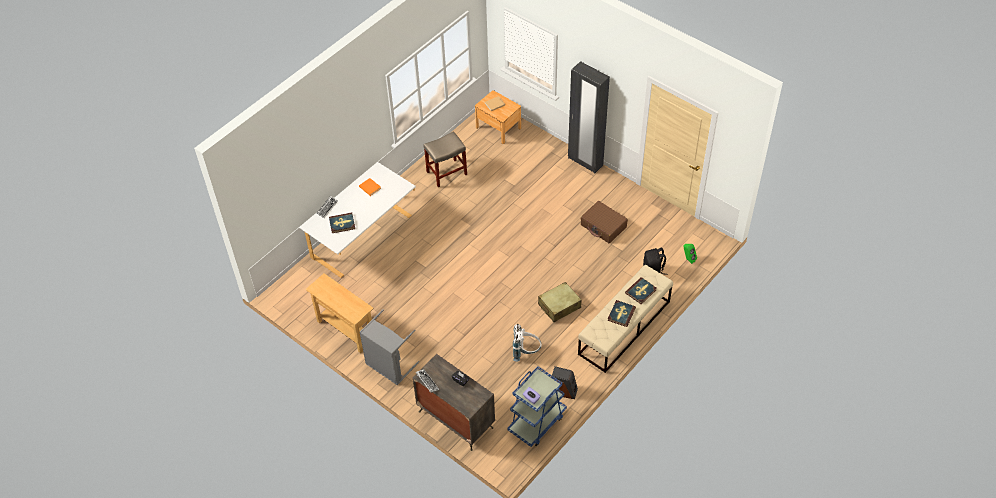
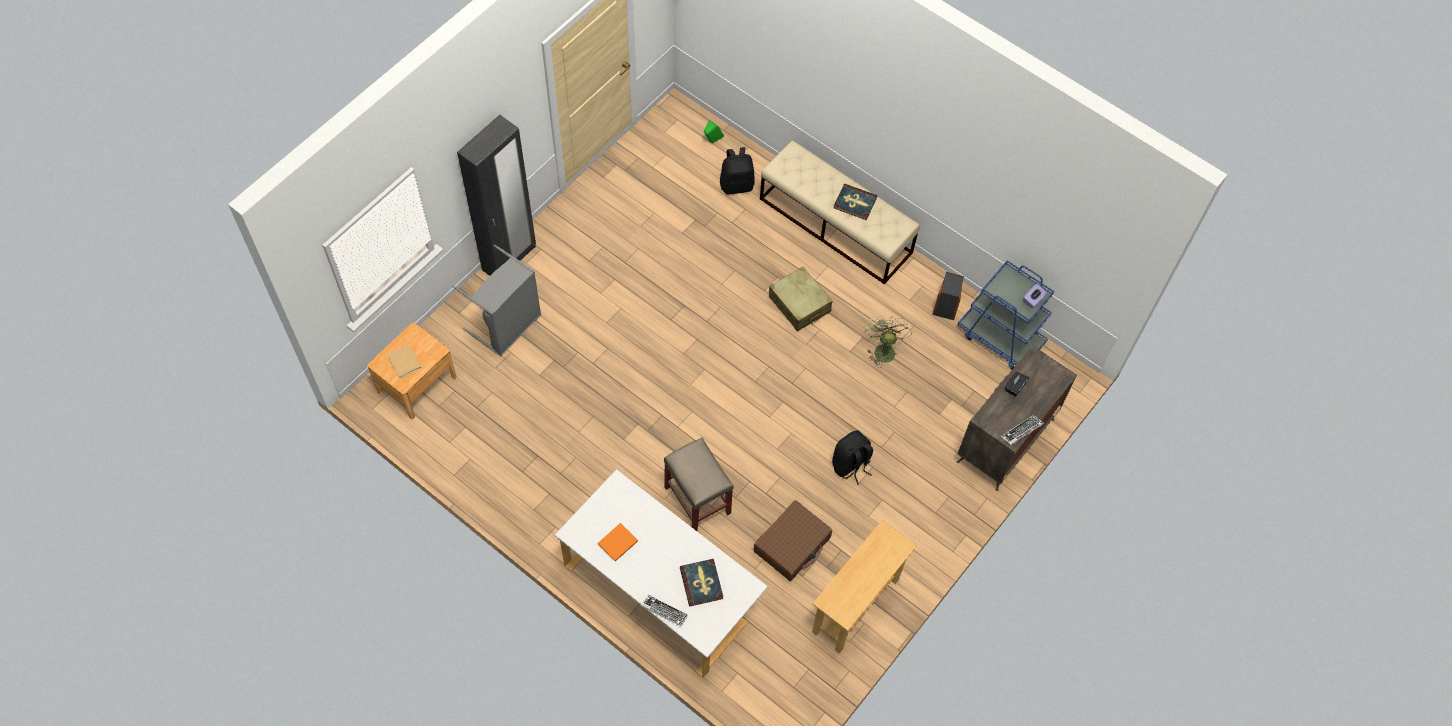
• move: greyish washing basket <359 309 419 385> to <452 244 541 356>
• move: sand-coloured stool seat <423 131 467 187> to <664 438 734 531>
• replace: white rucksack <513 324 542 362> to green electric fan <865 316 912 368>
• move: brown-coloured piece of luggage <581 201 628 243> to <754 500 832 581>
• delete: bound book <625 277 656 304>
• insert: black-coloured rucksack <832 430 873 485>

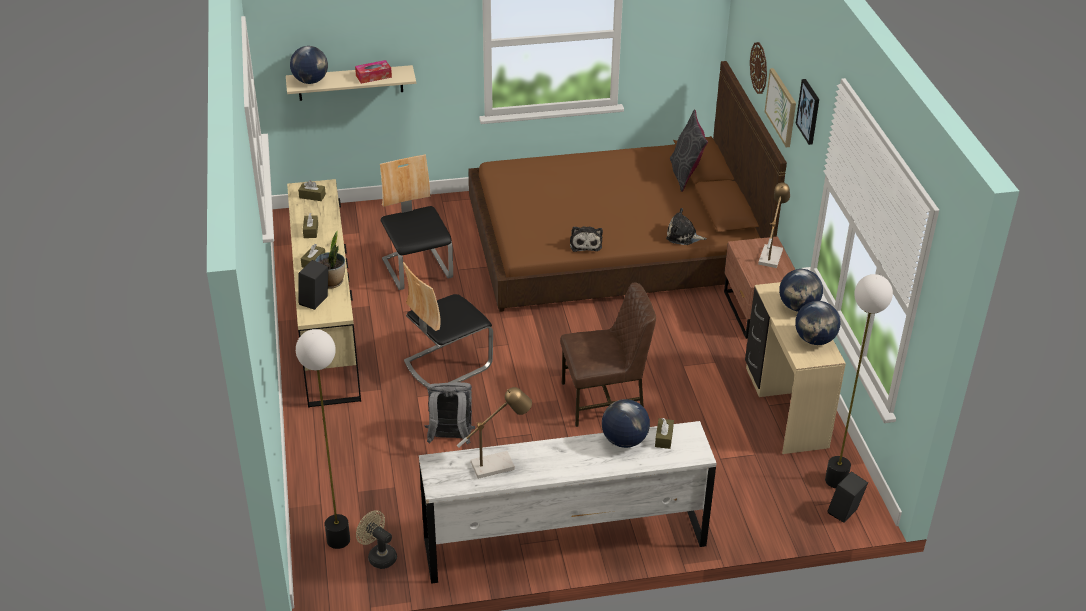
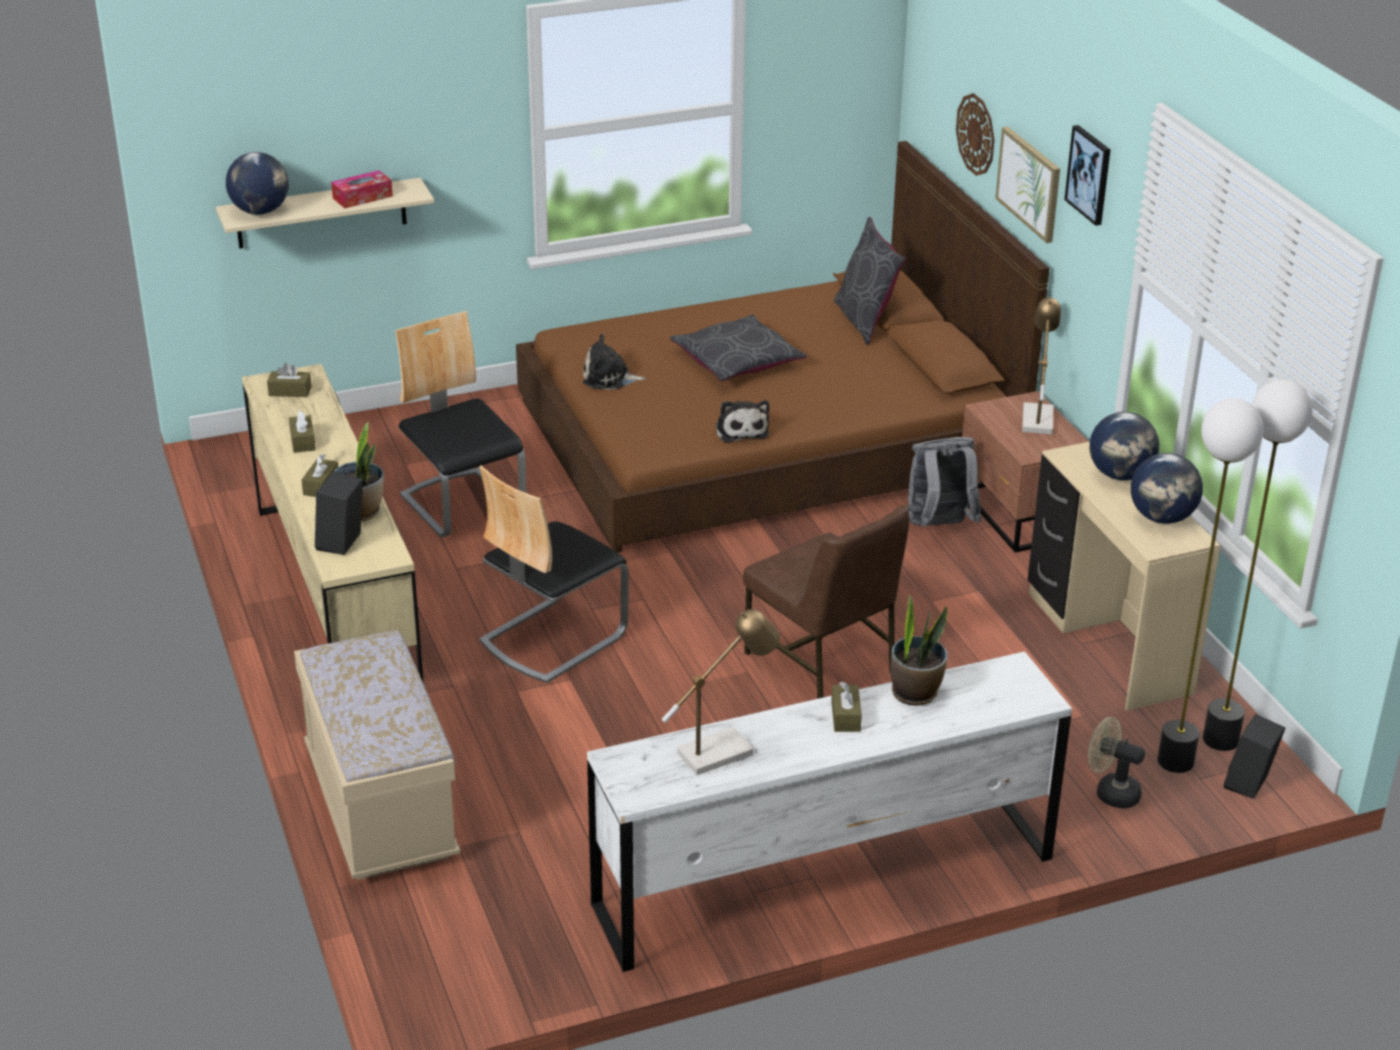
• move: standard lamp <296 329 350 549> to <1157 398 1264 773>
• move: sand-coloured electric fan <356 510 397 569> to <1088 717 1145 809>
• move: greyish rucksack <425 382 475 444> to <908 437 982 527>
• rotate: brown-coloured chair <560 282 656 427> = <743 505 910 699> 75 degrees clockwise
• replace: desk globe <602 399 650 448> to houseplant <891 595 948 706>
• move: brown-coloured tissue box <655 418 674 449> to <831 682 862 732>
• move: cuddly toy <666 208 707 245> to <583 334 646 389>
• insert: sand-coloured indoor bench <294 630 460 880>
• insert: greyish pillow <670 314 807 382>

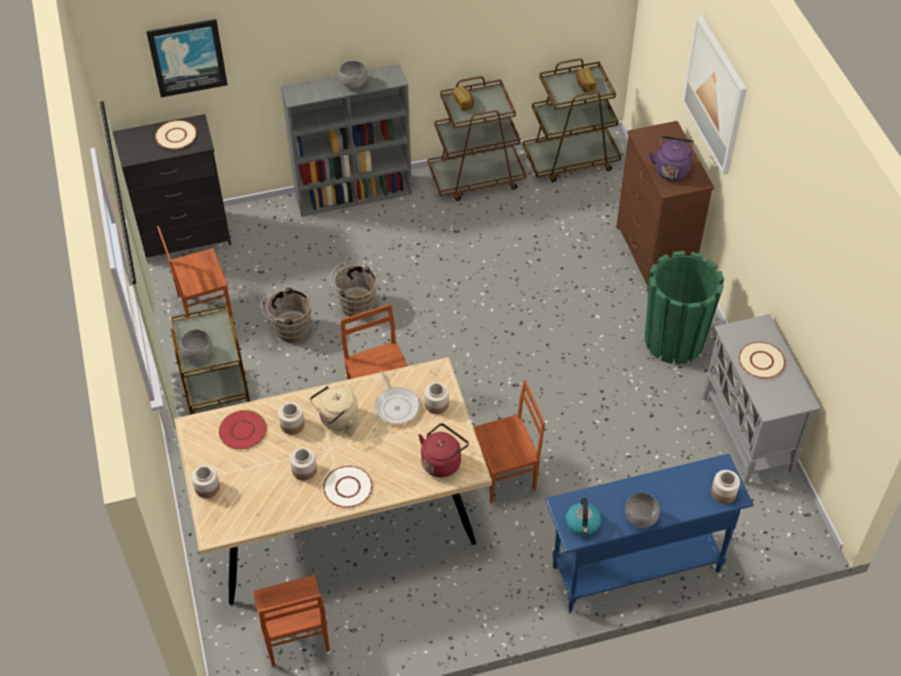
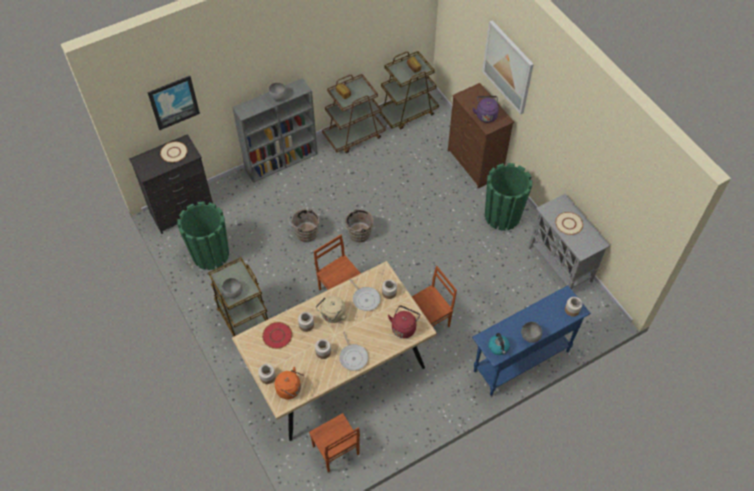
• replace: brown-coloured chair <157 226 233 317> to green flower pot <177 201 229 270>
• move: brown-coloured water bucket <261 286 312 343> to <342 209 374 243>
• replace: white dinner plate <323 466 373 508> to pan <339 332 368 370>
• insert: orange water kettle <275 367 304 399>

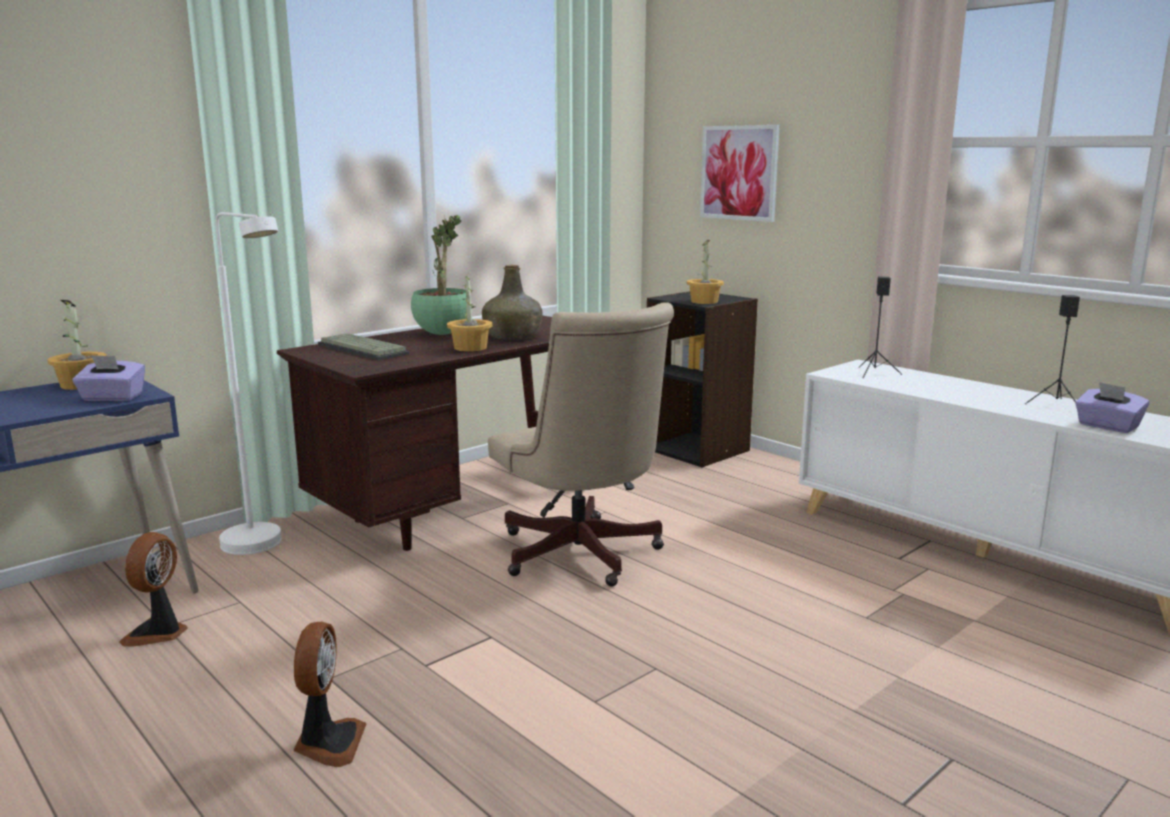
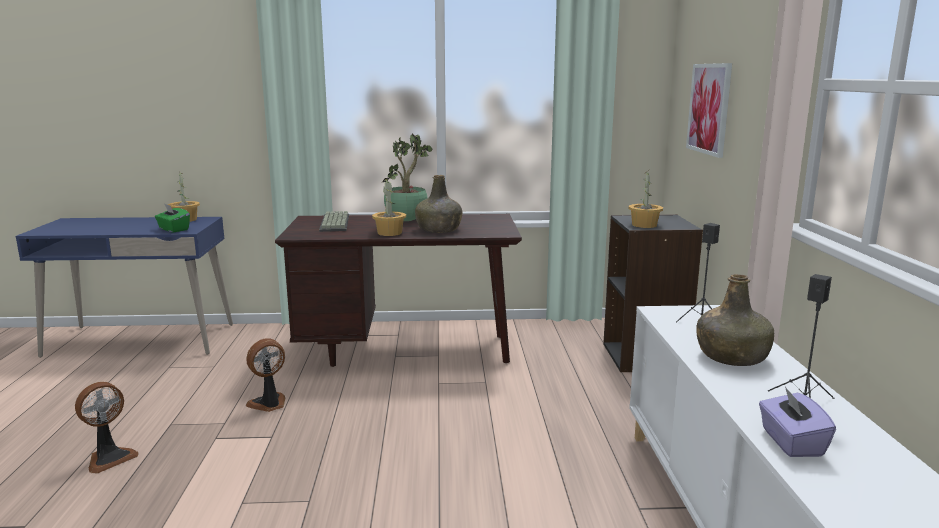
• recolor: purple-coloured tissue box <72 355 145 401> to green tissue box <155 204 190 233>
• move: electric fan <119 532 188 647> to <246 338 285 412>
• delete: white standard lamp <216 212 282 555>
• delete: sand-coloured desk chair <488 302 674 587>
• insert: green beverage bottle <696 274 774 366>

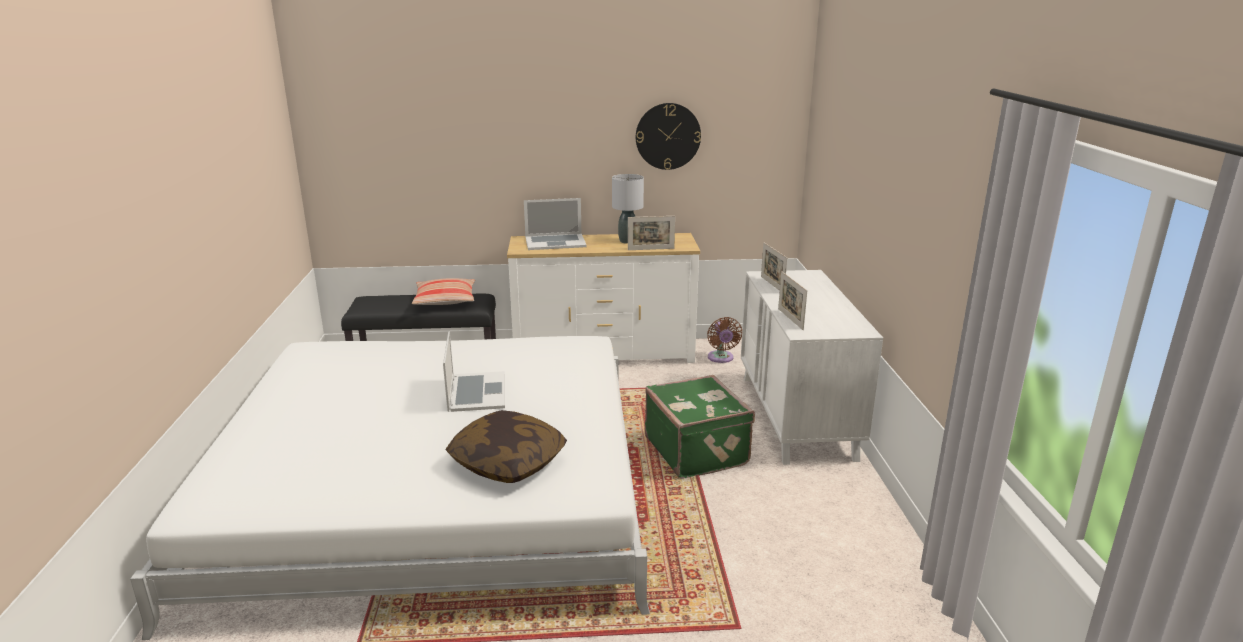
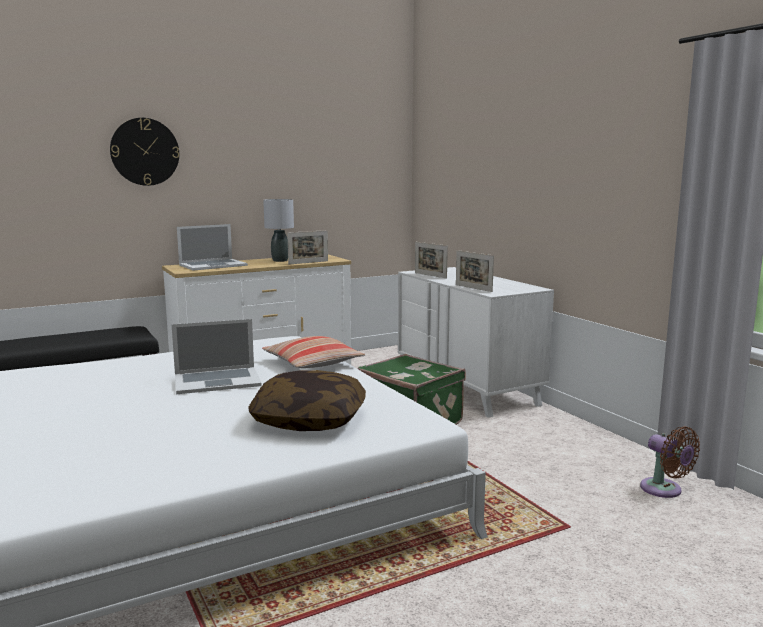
• move: pillow <412 278 475 305> to <262 336 365 368>
• rotate: laptop <443 331 505 412> = <171 319 262 394> 105 degrees clockwise
• move: clock on the wall <636 103 701 170> to <110 118 179 186>
• move: brown-coloured electric fan <707 317 742 363> to <640 426 700 498>

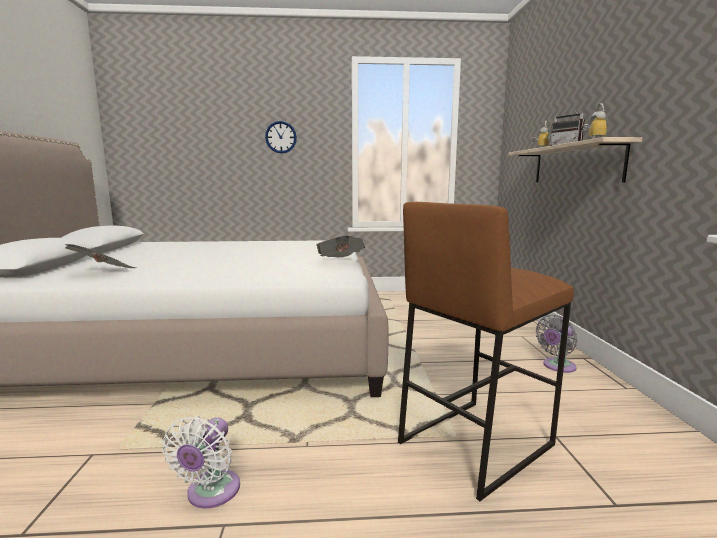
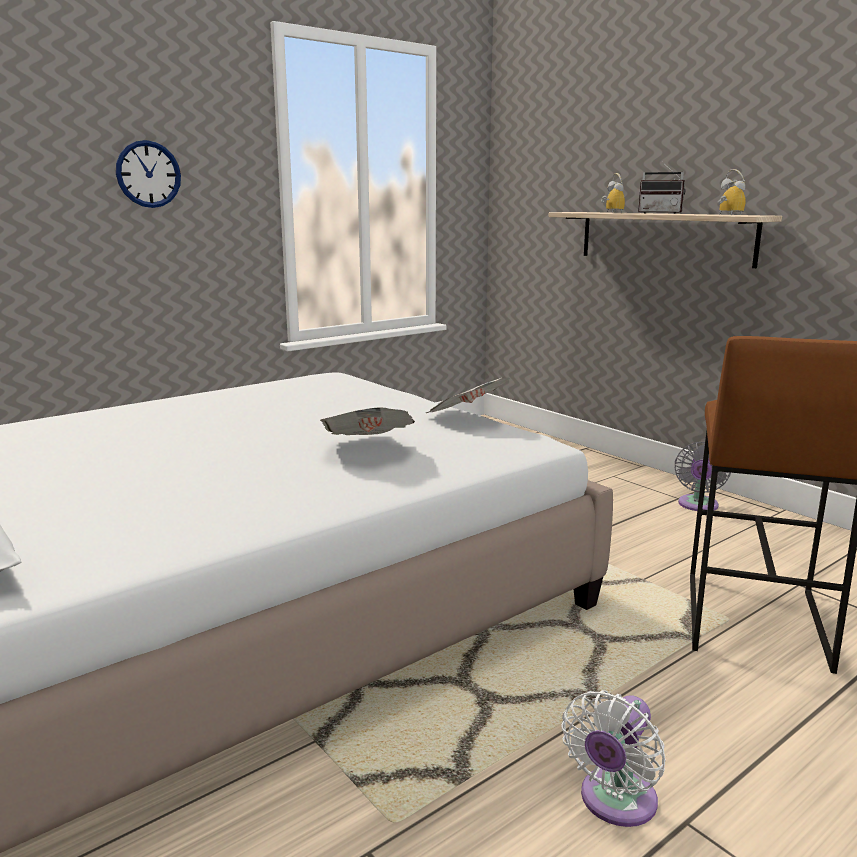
• move: newspaper <65 244 136 268> to <320 407 415 435>
• rotate: white electric fan <162 416 240 508> = <561 690 665 827> 60 degrees clockwise

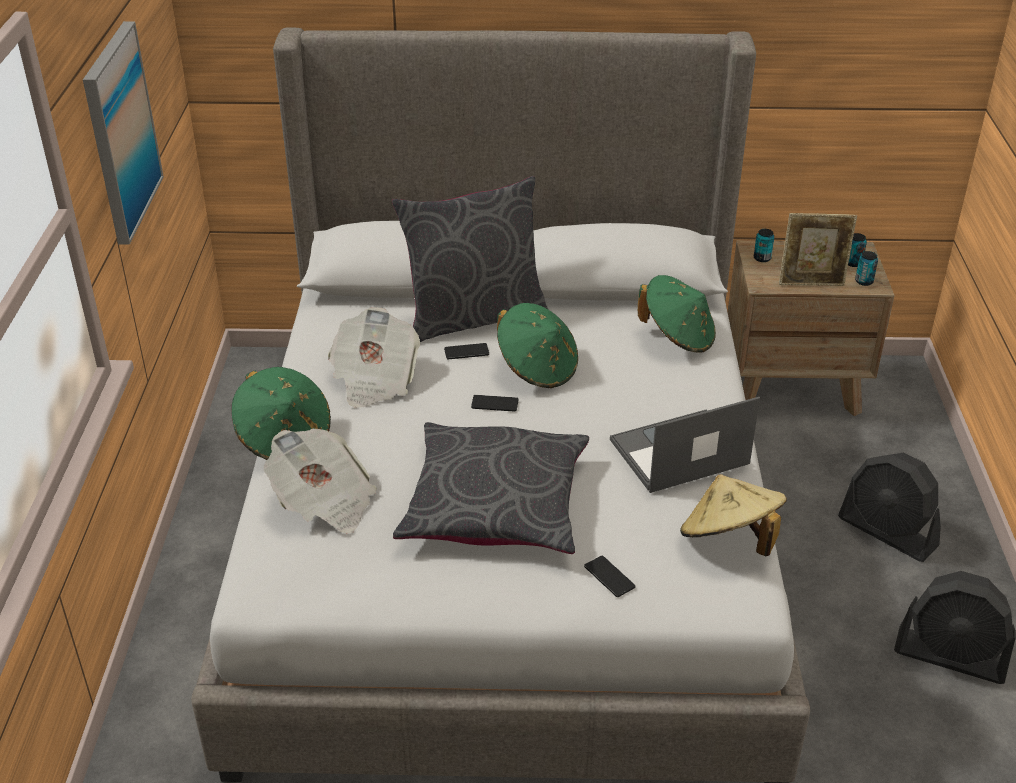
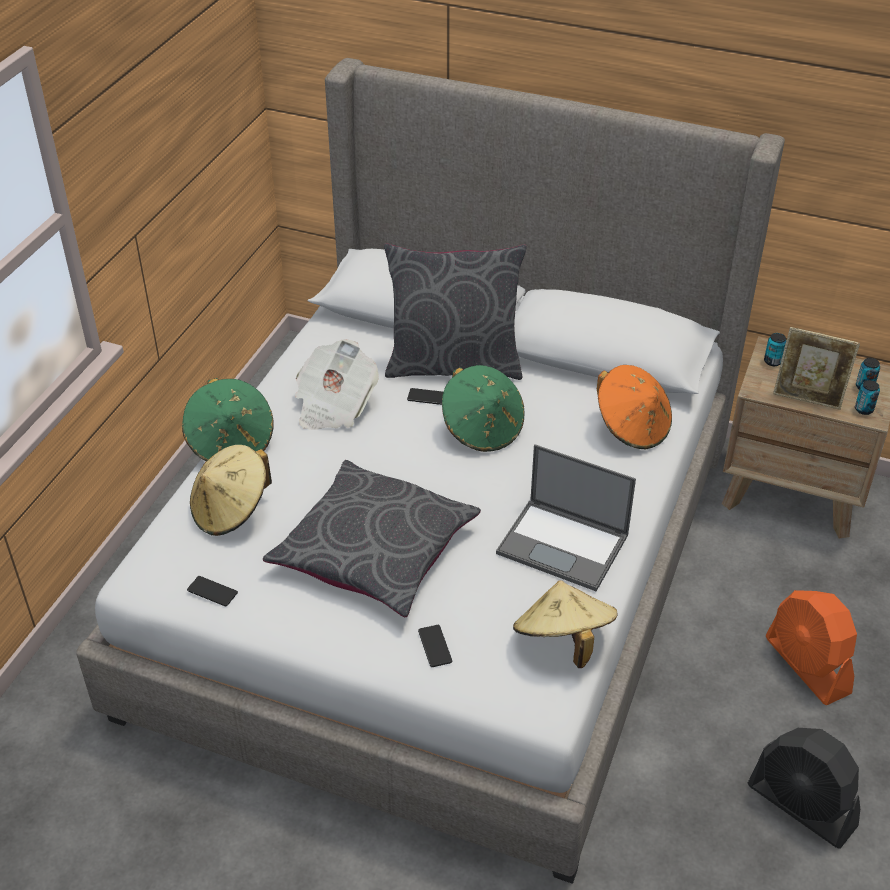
• delete: wall art <83 21 164 245>
• replace: newspaper <264 429 377 533> to sand-coloured wearable hat <190 445 272 536>
• move: telephone <471 395 519 412> to <187 576 238 606>
• rotate: laptop <610 397 760 493> = <496 444 636 591> 150 degrees counterclockwise
• recolor: green wearable hat <638 275 716 353> to orange wearable hat <597 365 672 449>
• recolor: black-coloured electric fan <838 453 941 562> to orange electric fan <766 590 857 705>

